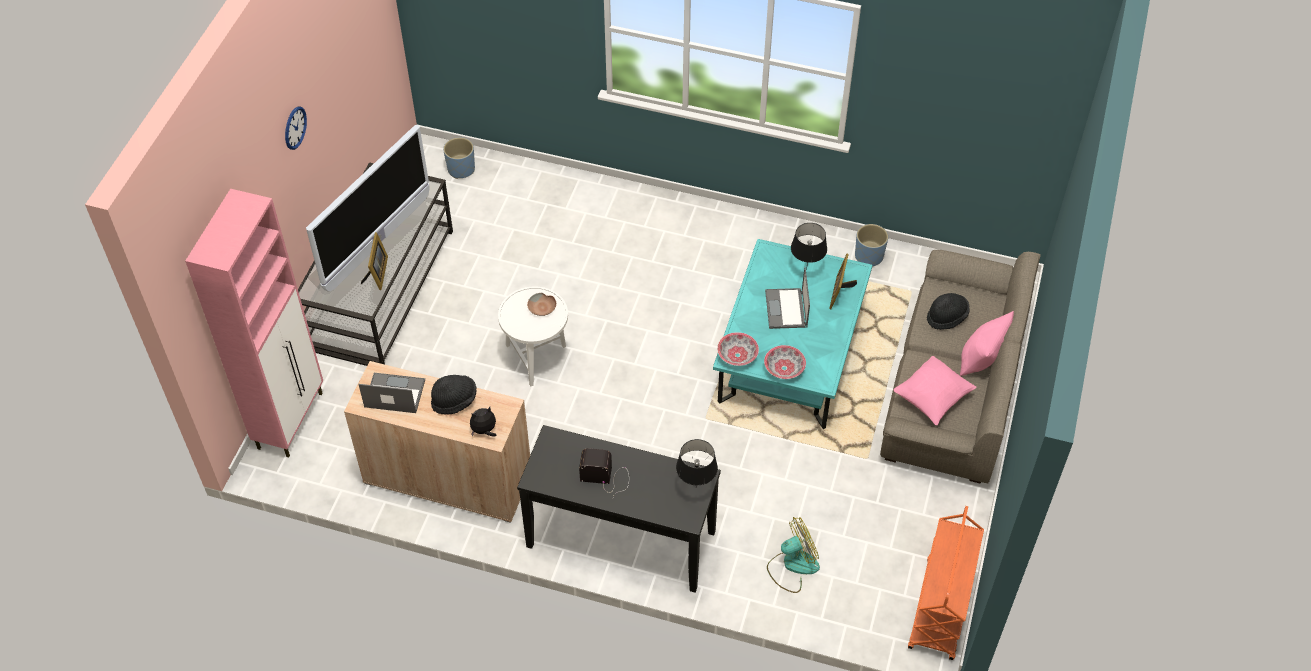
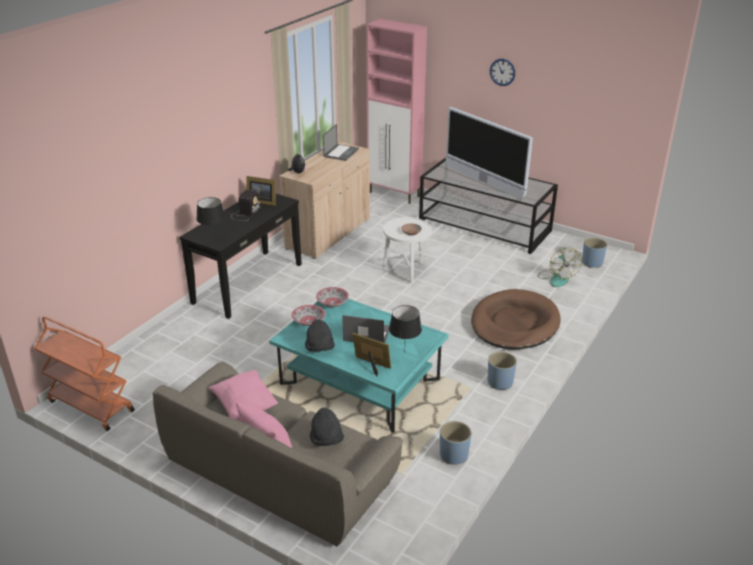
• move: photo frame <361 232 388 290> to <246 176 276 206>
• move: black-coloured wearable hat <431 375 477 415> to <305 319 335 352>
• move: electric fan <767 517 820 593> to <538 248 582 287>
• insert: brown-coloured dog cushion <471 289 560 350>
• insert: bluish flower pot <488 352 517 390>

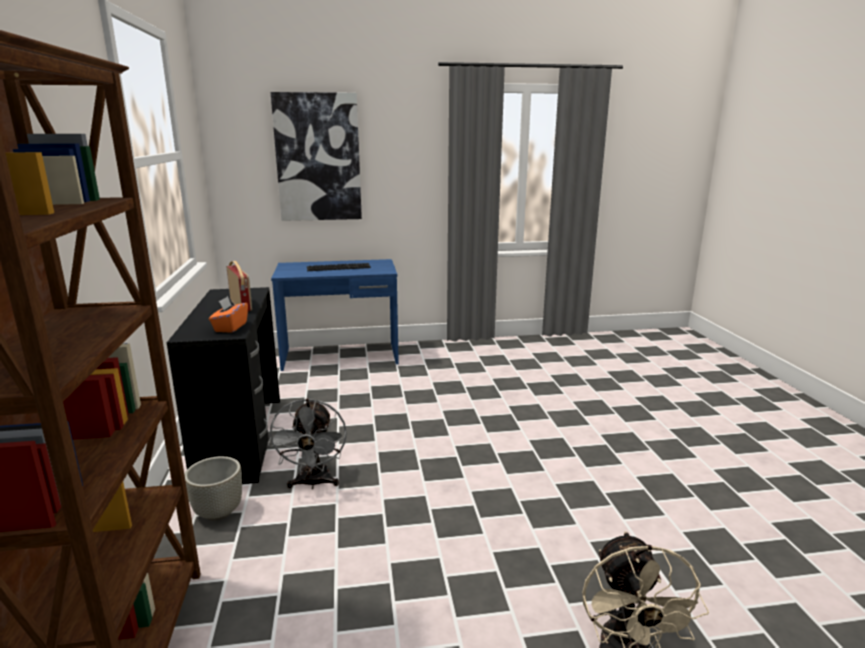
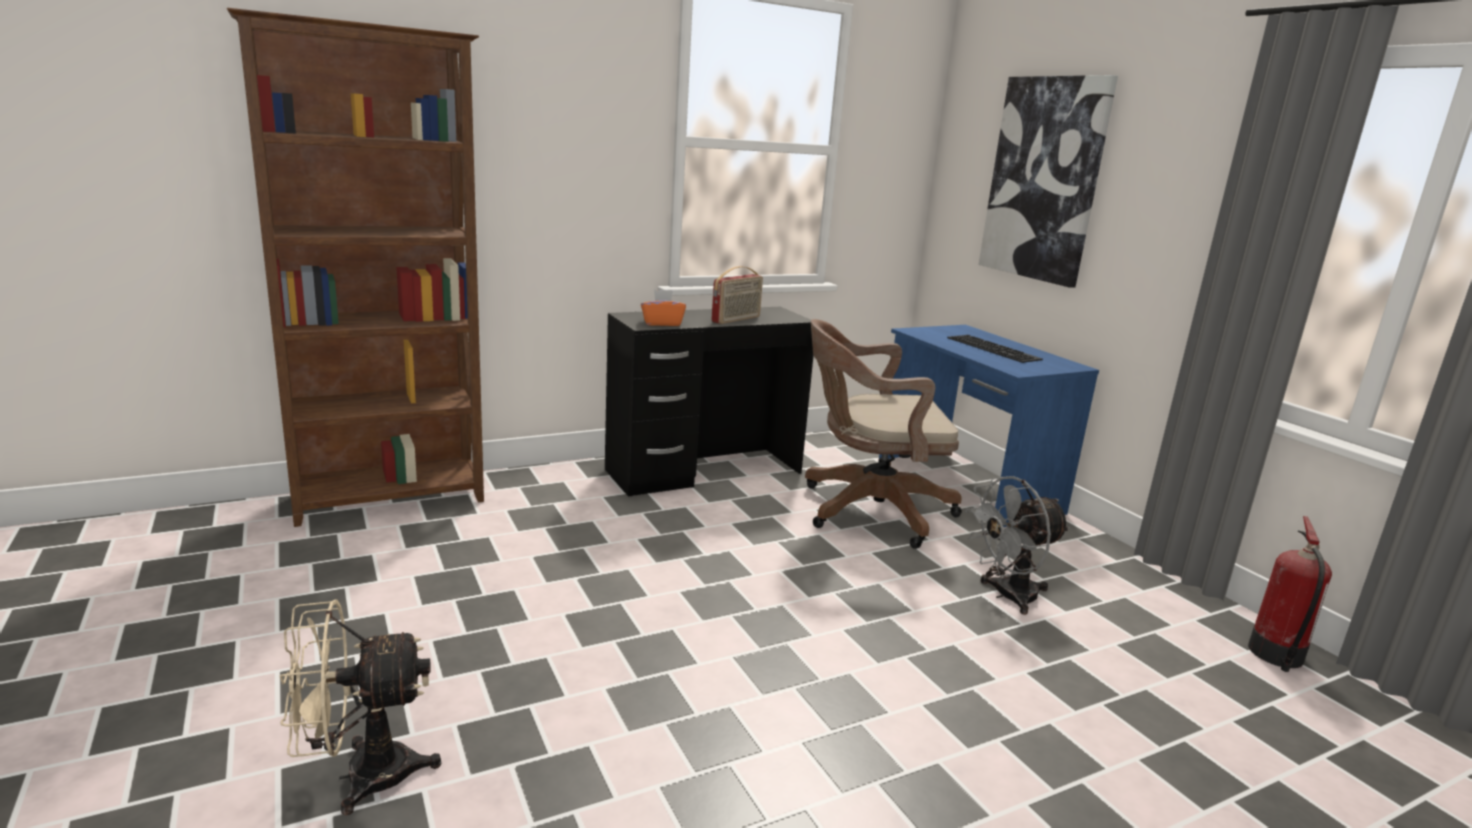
• delete: greyish flower pot <184 456 242 521>
• move: greyish electric fan <268 398 347 489> to <965 476 1070 615>
• insert: brown-coloured desk chair <805 319 962 549>
• insert: fire-fighting cylinder <1248 516 1332 672>

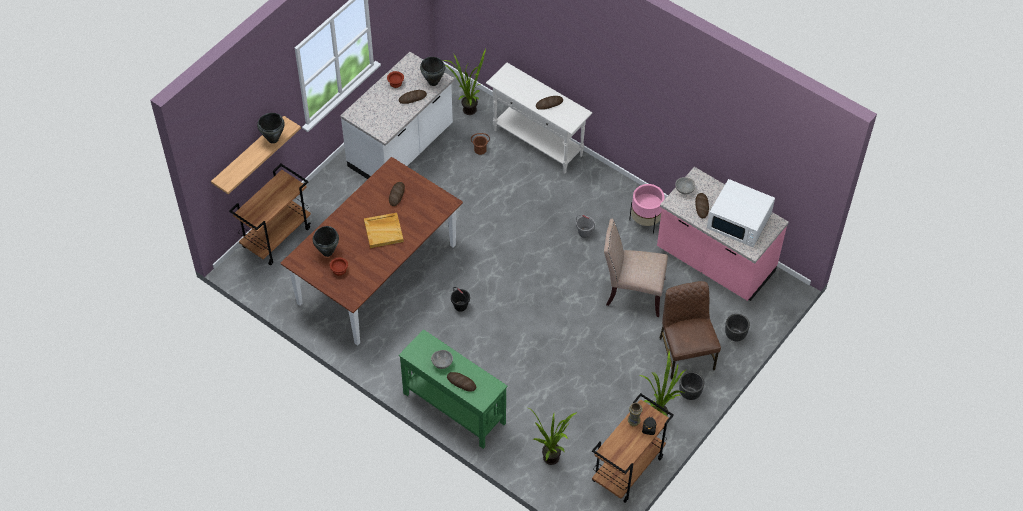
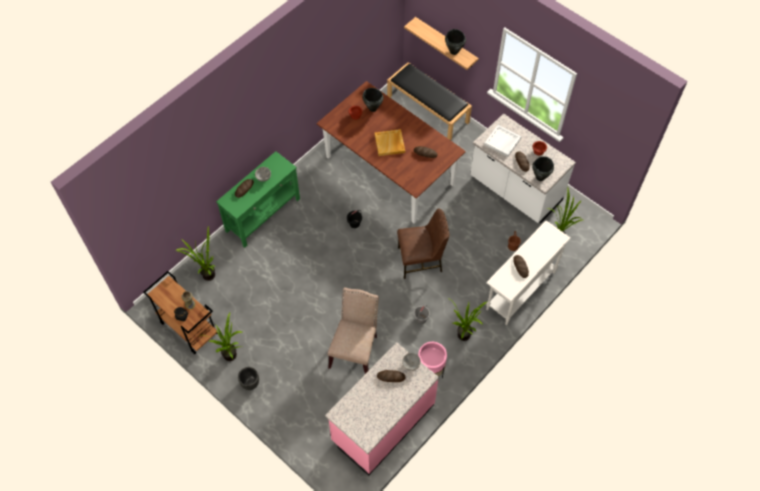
• replace: brown-coloured cart <229 164 311 265> to black-coloured indoor bench <387 62 472 140>
• move: brown-coloured chair <660 281 721 379> to <397 208 449 279>
• delete: white microwave oven <707 179 775 247>
• delete: black-coloured flower pot <725 314 750 341>
• insert: houseplant <450 299 488 341>
• insert: white tray <484 125 522 157>

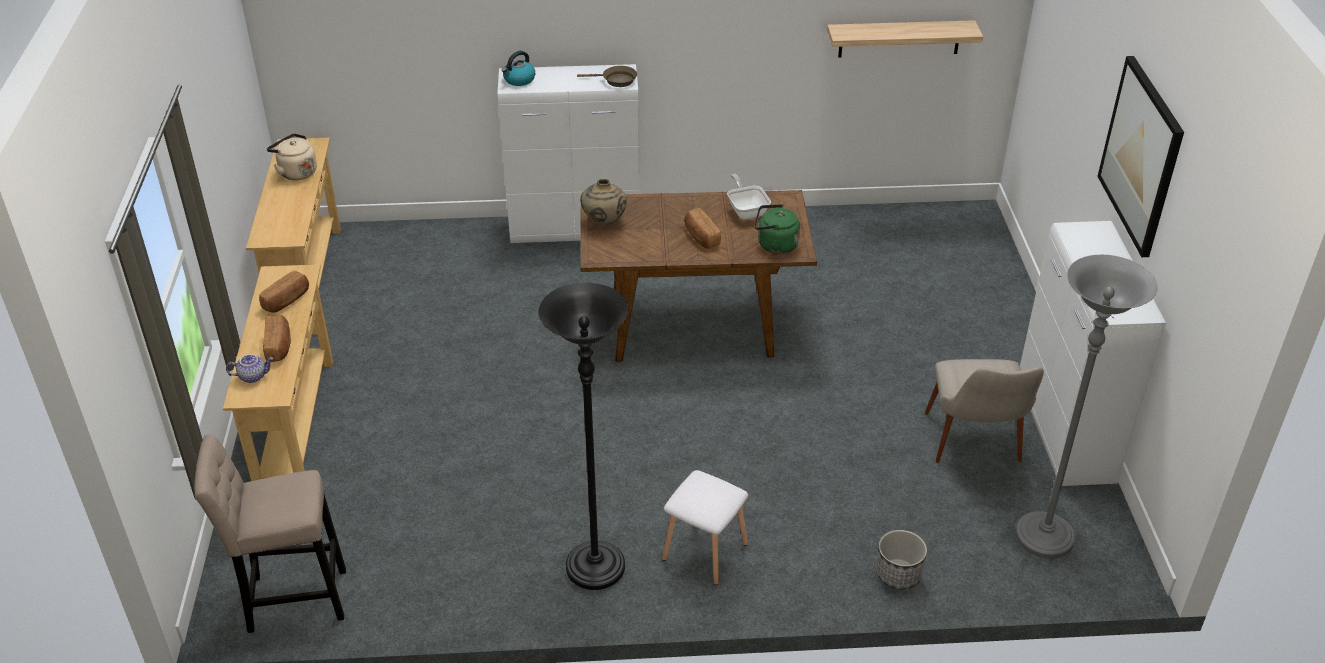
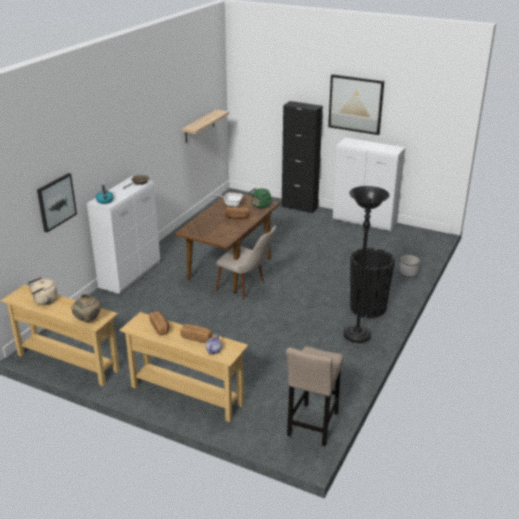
• move: sand-coloured flower vase <580 179 627 224> to <72 294 101 322>
• replace: white stool seat <662 470 748 585> to black-coloured flower pot <350 248 395 318>
• move: sand-coloured chair <925 359 1044 463> to <216 225 276 300>
• delete: greyish standard lamp <1015 255 1157 559>
• insert: wall art <37 173 77 232>
• insert: black-coloured storage cabinet <282 101 323 213>

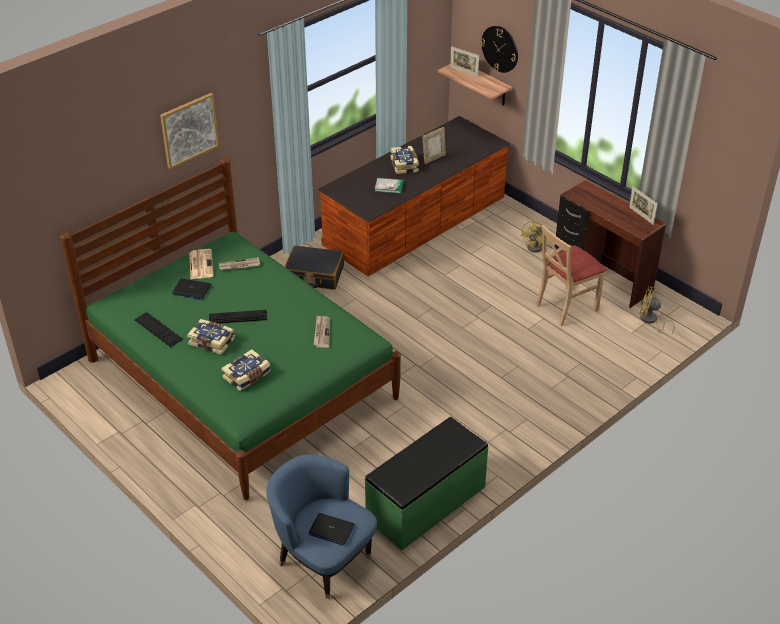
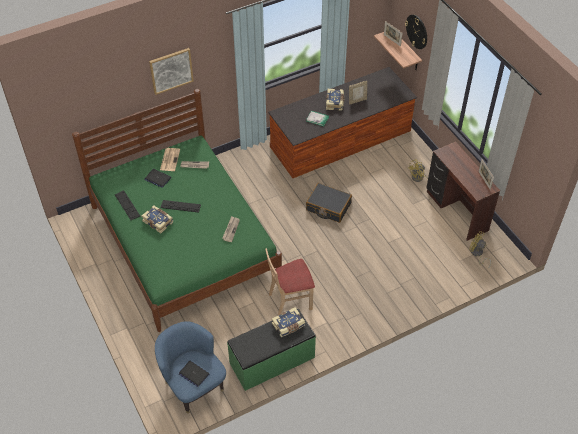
• move: bound book <222 349 271 391> to <272 307 305 337>
• move: black-coloured piece of luggage <285 245 344 290> to <306 183 352 223>
• move: sand-coloured chair <536 225 606 326> to <265 248 315 316>

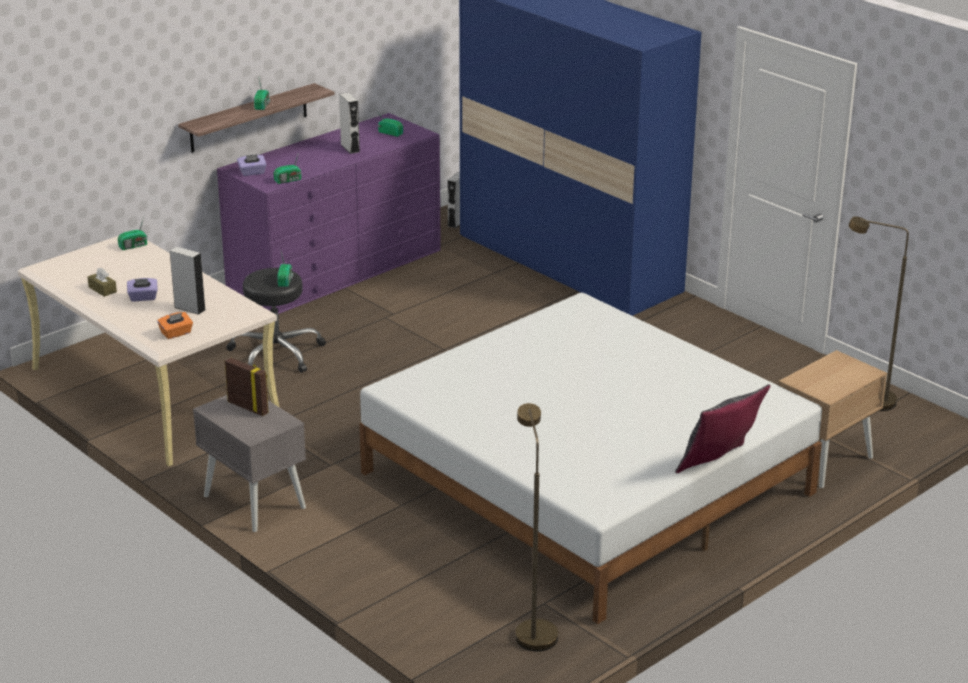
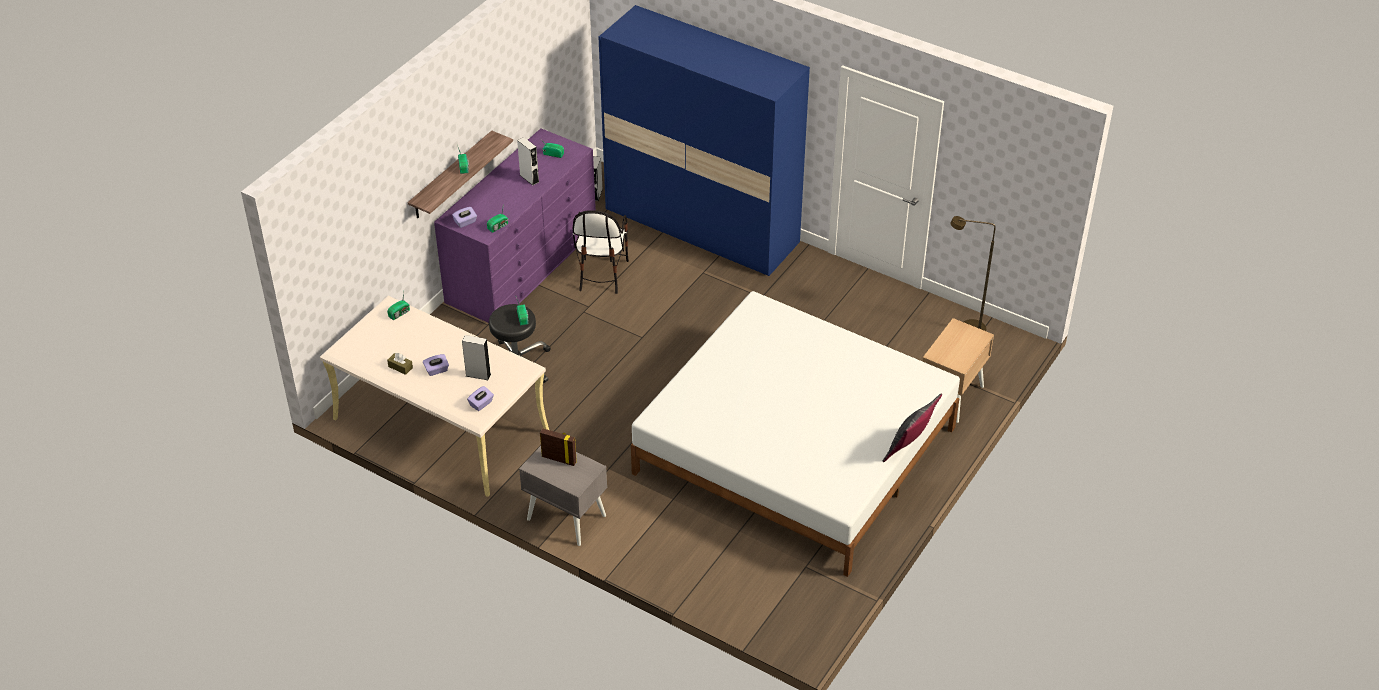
• recolor: orange tissue box <157 312 193 339> to purple-coloured tissue box <467 386 494 411>
• delete: brown-coloured standard lamp <515 403 558 651>
• insert: chair <573 210 629 294>

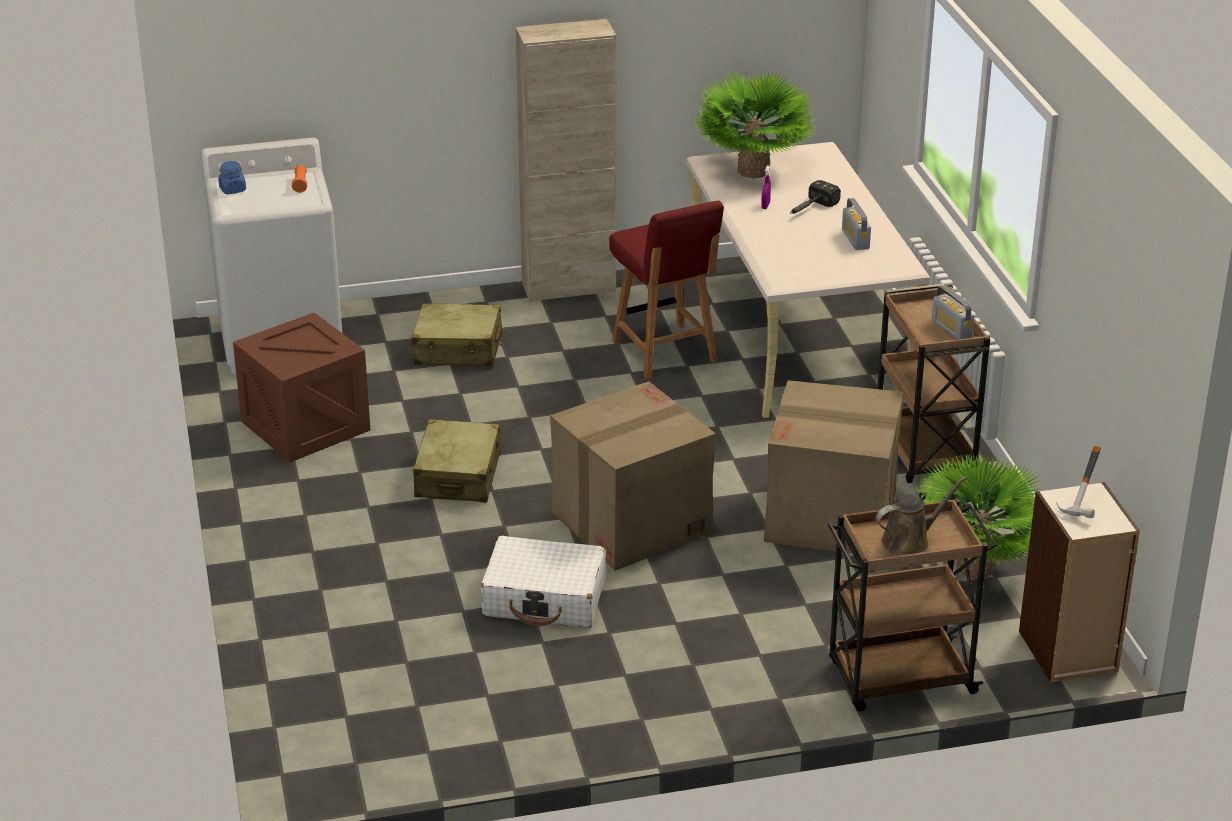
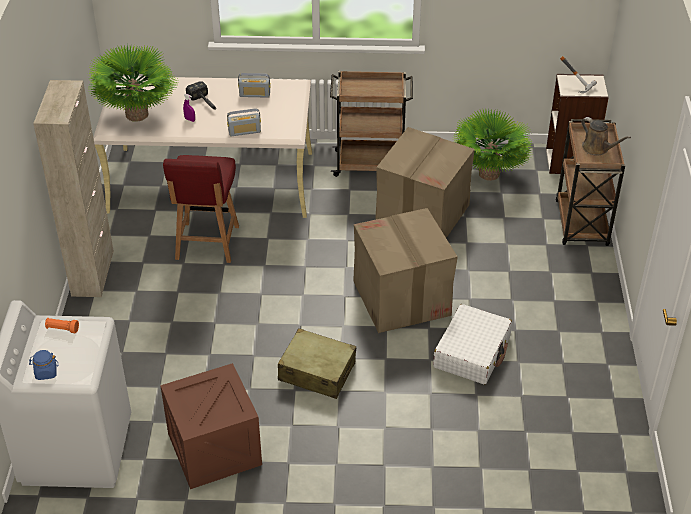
• delete: sand-coloured piece of luggage <412 303 503 366>
• rotate: red-coloured chair <609 201 724 379> = <163 155 239 263> 105 degrees clockwise
• rotate: brown-coloured watering can <876 476 967 555> = <581 117 631 155> 150 degrees clockwise
• move: radio receiver <932 285 974 340> to <227 109 261 136>

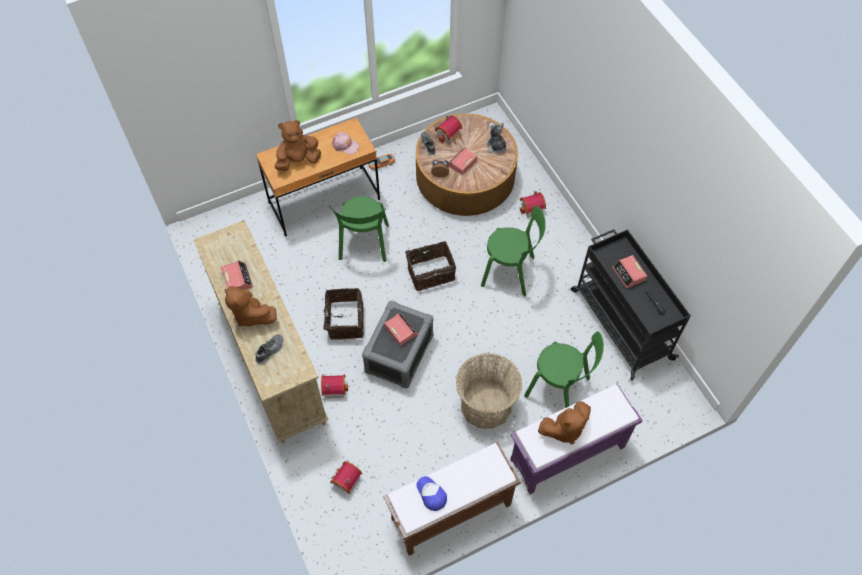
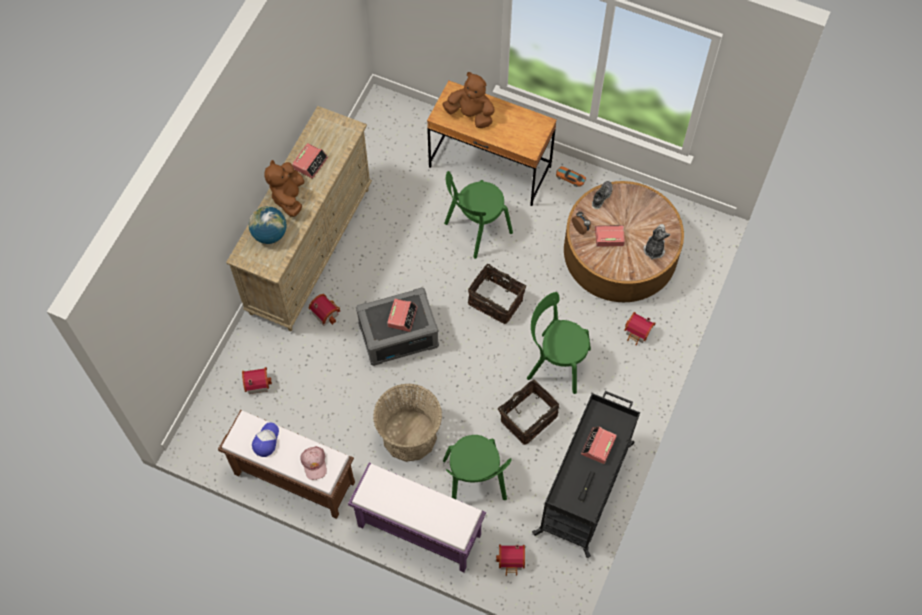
• replace: low shoe <255 335 283 365> to desk globe <249 206 287 244>
• move: household basket <323 288 364 340> to <494 379 559 445>
• move: pinkish cap <332 132 360 154> to <300 446 327 480>
• move: model house <435 115 462 144> to <496 545 525 576>
• rotate: green chair <481 206 546 296> = <527 292 591 394> 135 degrees clockwise
• delete: brown-coloured cuddly toy <538 401 591 445>

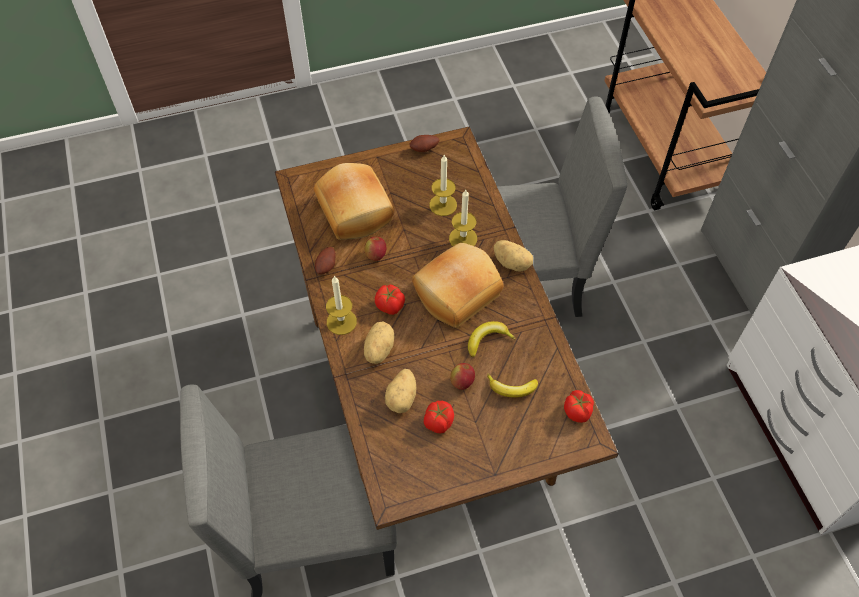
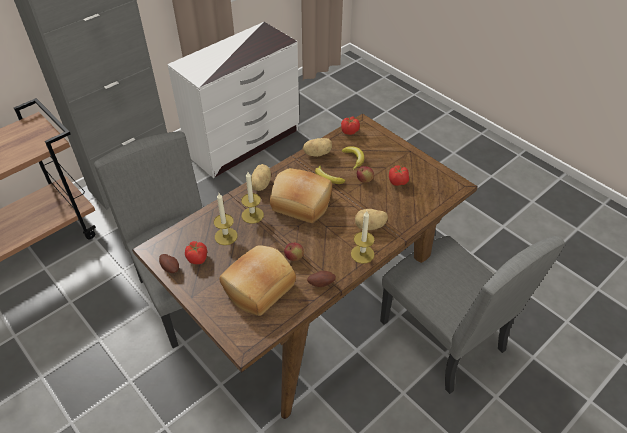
• move: whole tomato <375 284 405 315> to <185 241 207 264>
• move: potato <385 369 416 413> to <303 138 332 157>

